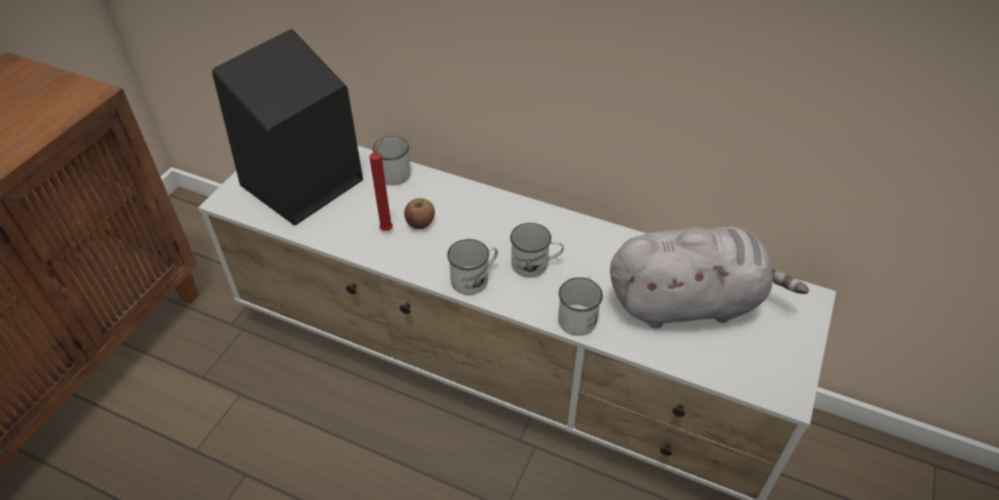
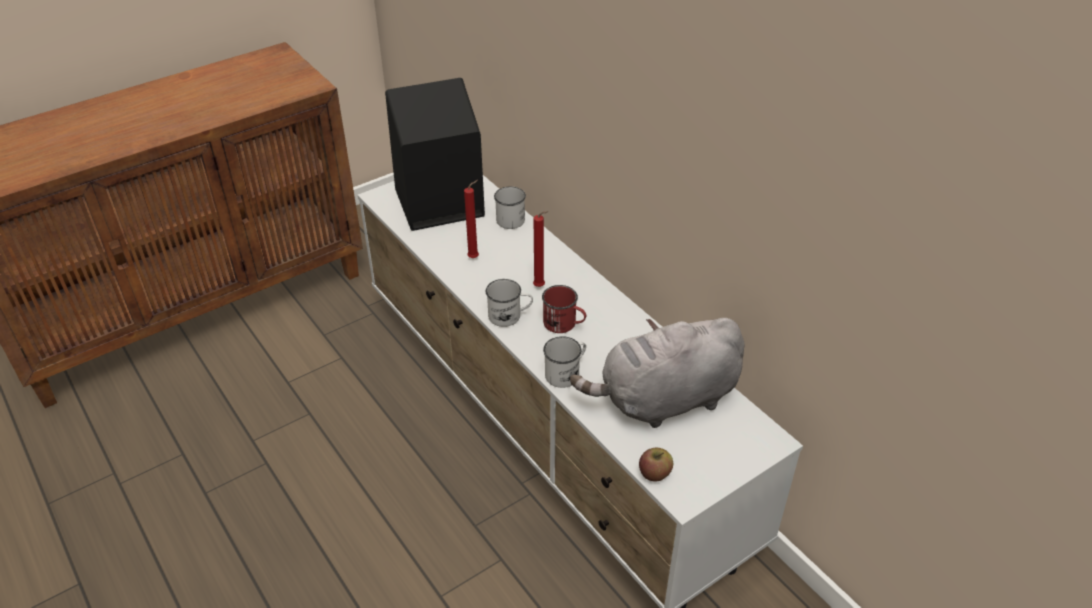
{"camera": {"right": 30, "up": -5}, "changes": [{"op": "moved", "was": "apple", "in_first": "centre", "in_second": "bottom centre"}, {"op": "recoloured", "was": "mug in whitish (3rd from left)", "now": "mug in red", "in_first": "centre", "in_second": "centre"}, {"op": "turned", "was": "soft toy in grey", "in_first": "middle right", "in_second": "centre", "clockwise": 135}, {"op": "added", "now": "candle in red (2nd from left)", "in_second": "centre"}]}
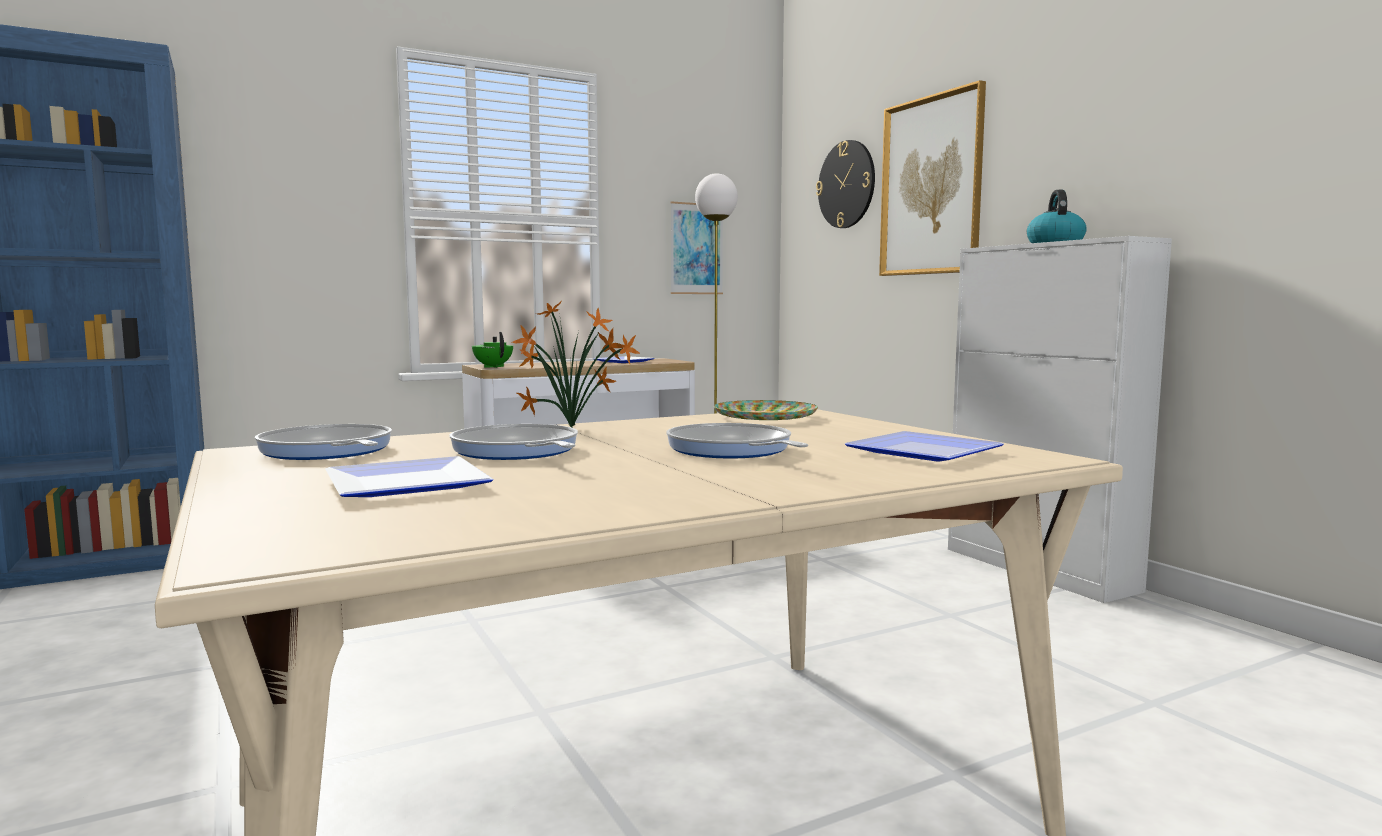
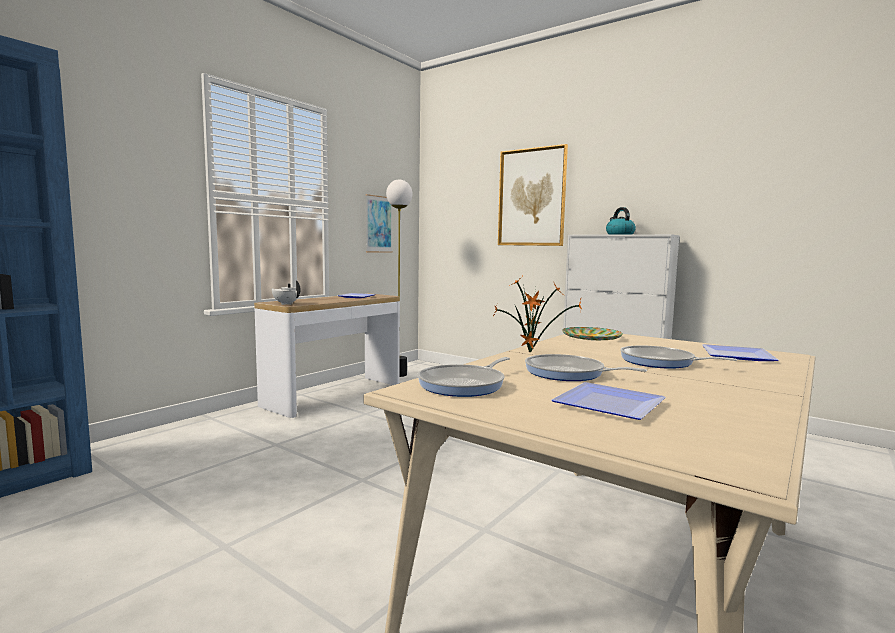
{"camera": {"right": -25, "up": 0}, "changes": [{"op": "turned", "was": "frying pan (1st from left)", "in_first": "middle left", "in_second": "centre", "clockwise": -75}, {"op": "recoloured", "was": "teapot in green", "now": "teapot in whitish", "in_first": "centre", "in_second": "middle left"}, {"op": "removed", "was": "clock on the wall", "in_first": "top centre"}]}
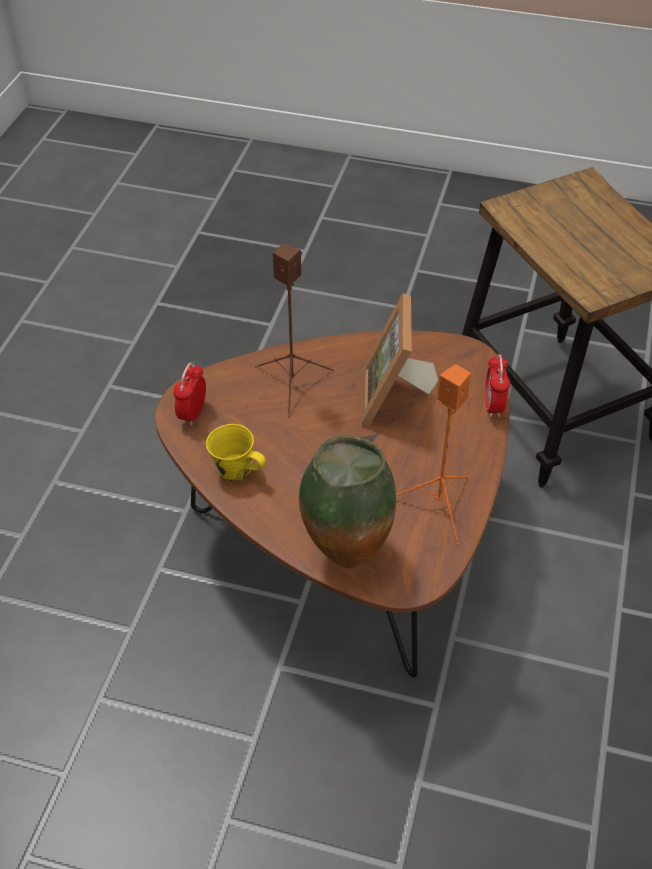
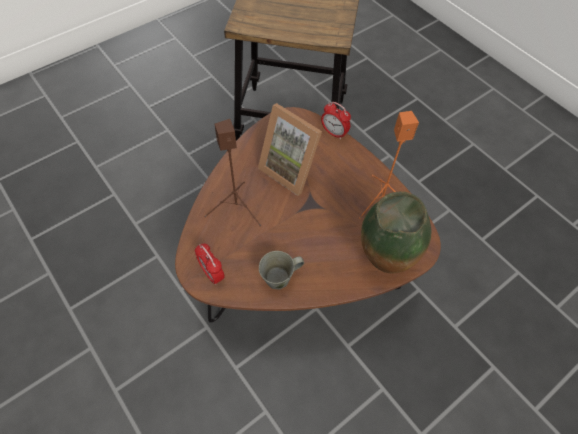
{"camera": {"right": -55, "up": 10}, "changes": [{"op": "recoloured", "was": "mug in yellow-coloured", "now": "mug in grey", "in_first": "centre", "in_second": "centre"}]}
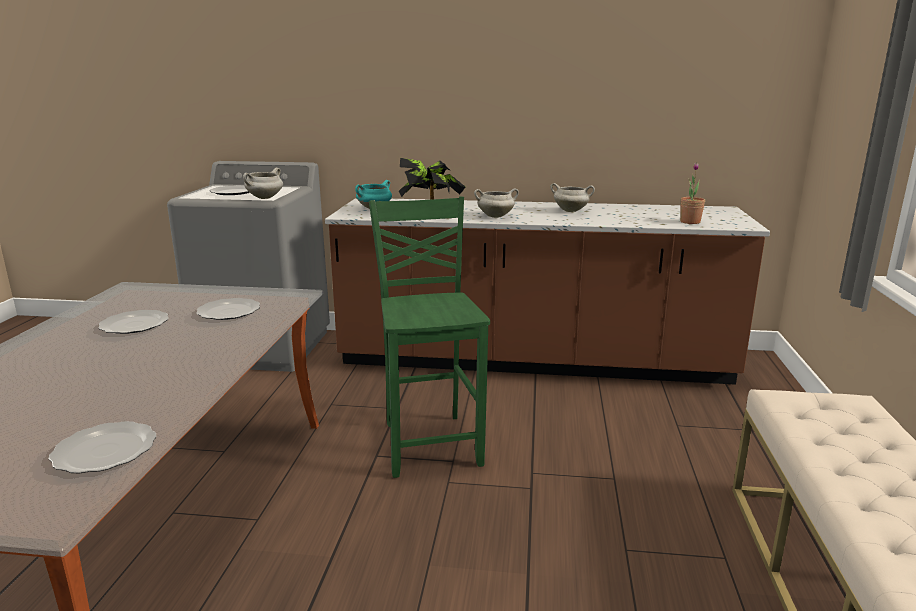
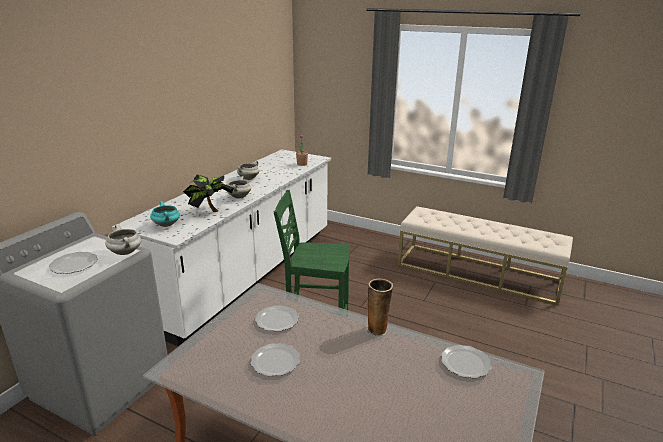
{"camera": {"right": -70, "up": 5}, "changes": [{"op": "recoloured", "was": "kitchen counter in brown", "now": "kitchen counter in whitish", "in_first": "centre", "in_second": "centre"}, {"op": "added", "now": "flower vase", "in_second": "bottom centre"}]}
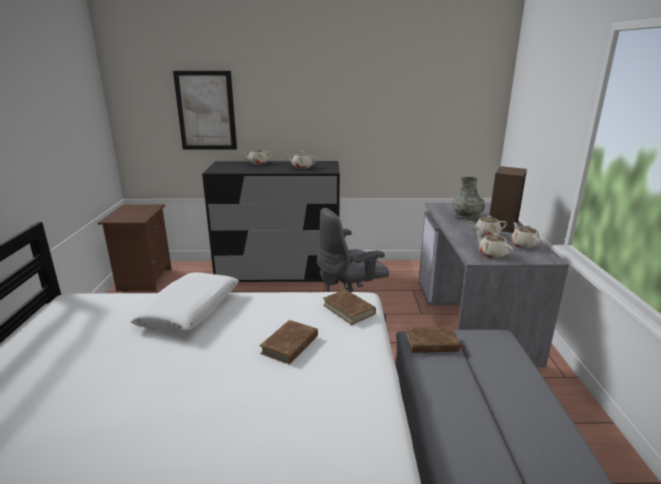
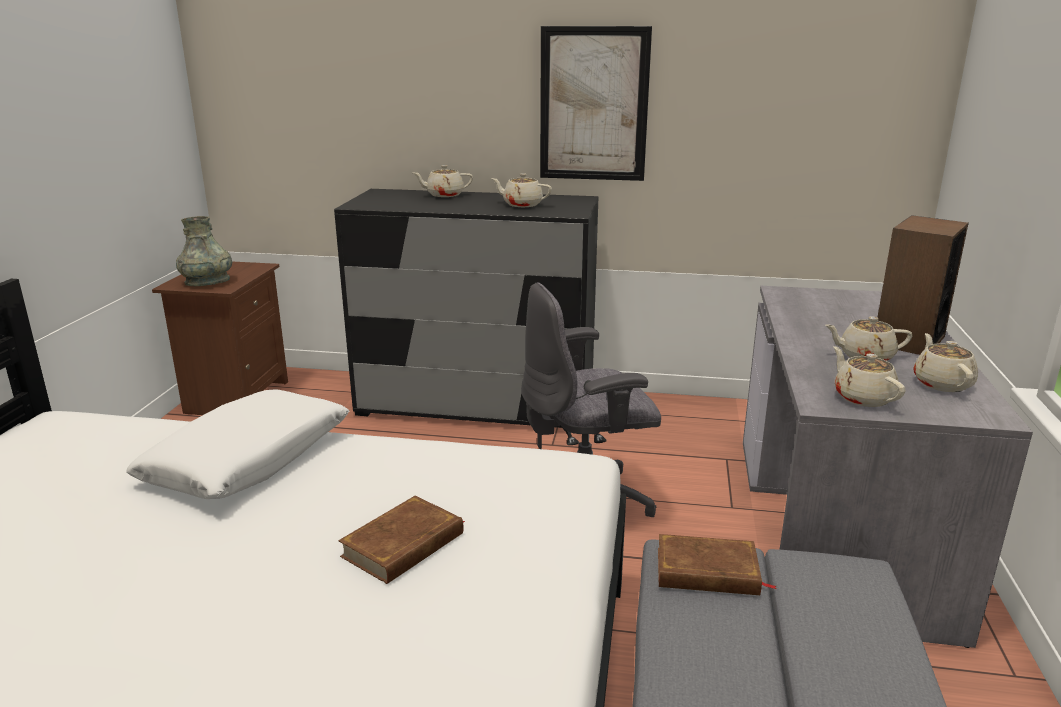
{"camera": {"right": 10, "up": 0}, "changes": [{"op": "moved", "was": "picture", "in_first": "top left", "in_second": "top centre"}, {"op": "removed", "was": "volume in brown (2nd from left)", "in_first": "centre"}, {"op": "moved", "was": "flower vase in grey", "in_first": "middle right", "in_second": "middle left"}]}
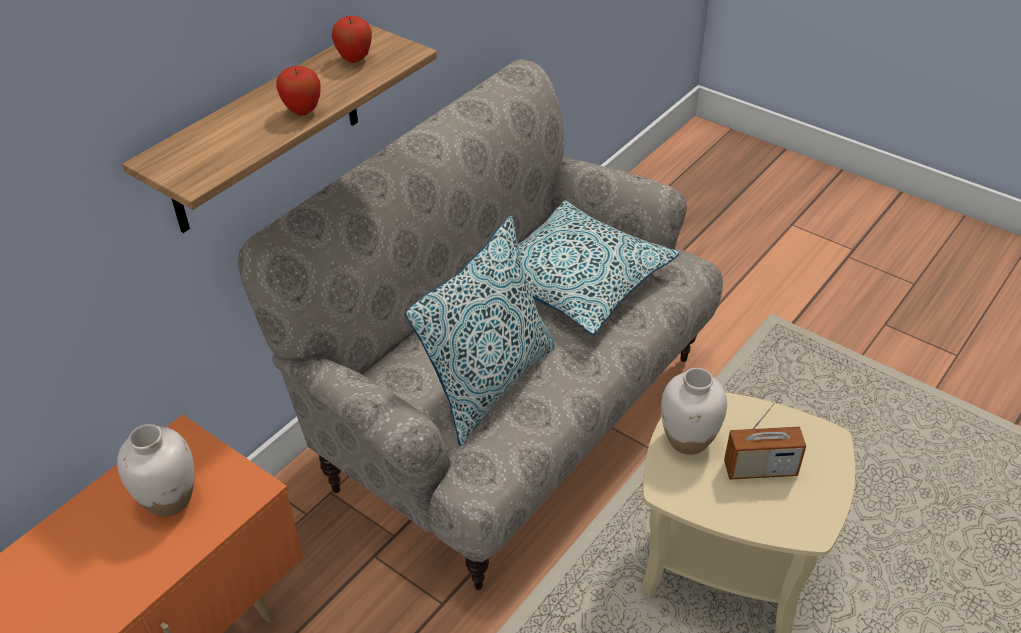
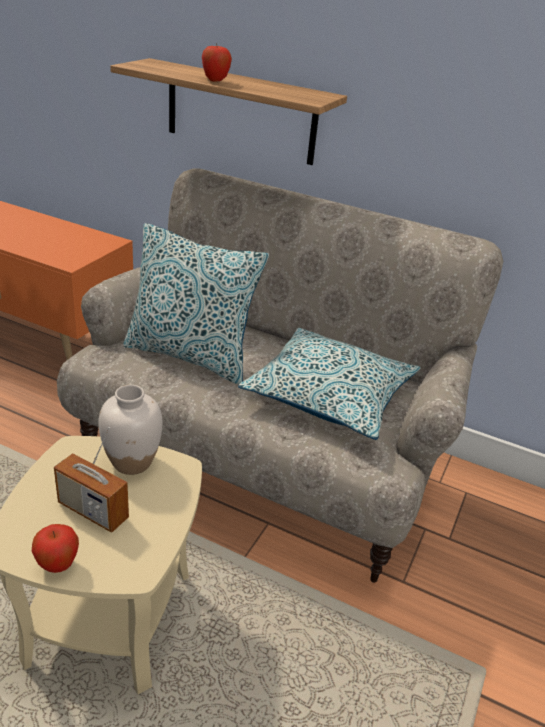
{"camera": {"right": 75, "up": -10}, "changes": [{"op": "removed", "was": "flower vase in whitish (1st from left)", "in_first": "bottom left"}, {"op": "moved", "was": "apple (2nd from left in the first image)", "now": "apple (1st from left)", "in_first": "top centre", "in_second": "bottom left"}, {"op": "turned", "was": "radio set", "in_first": "bottom right", "in_second": "middle left", "clockwise": -45}]}
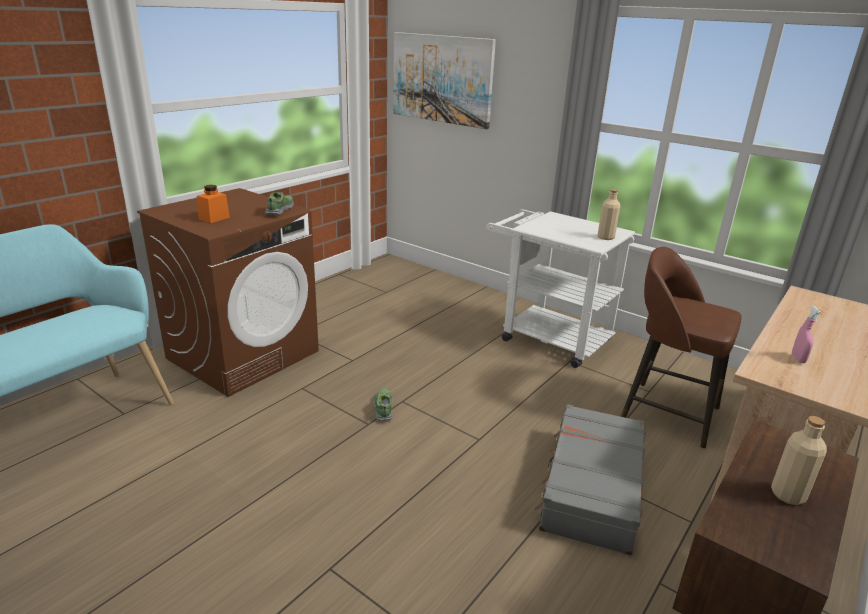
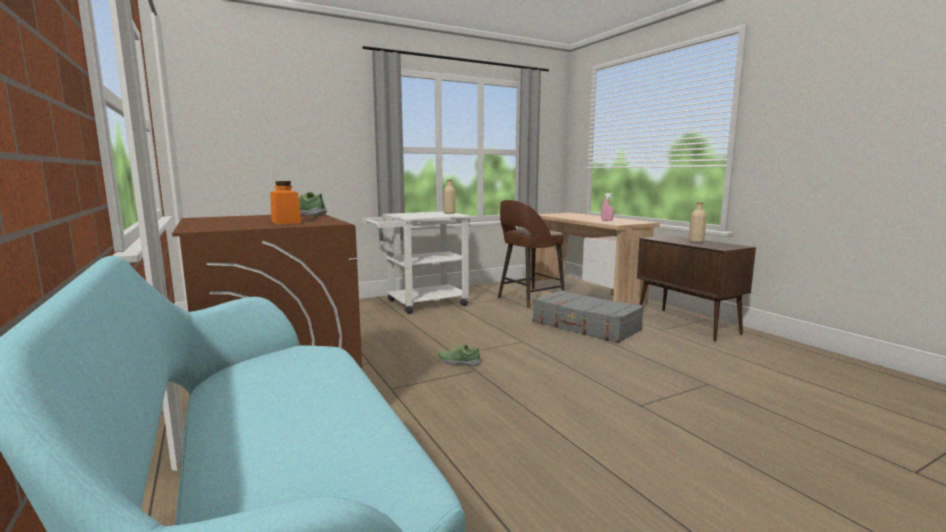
{"camera": {"right": -65, "up": -15}, "changes": [{"op": "removed", "was": "picture", "in_first": "top centre"}]}
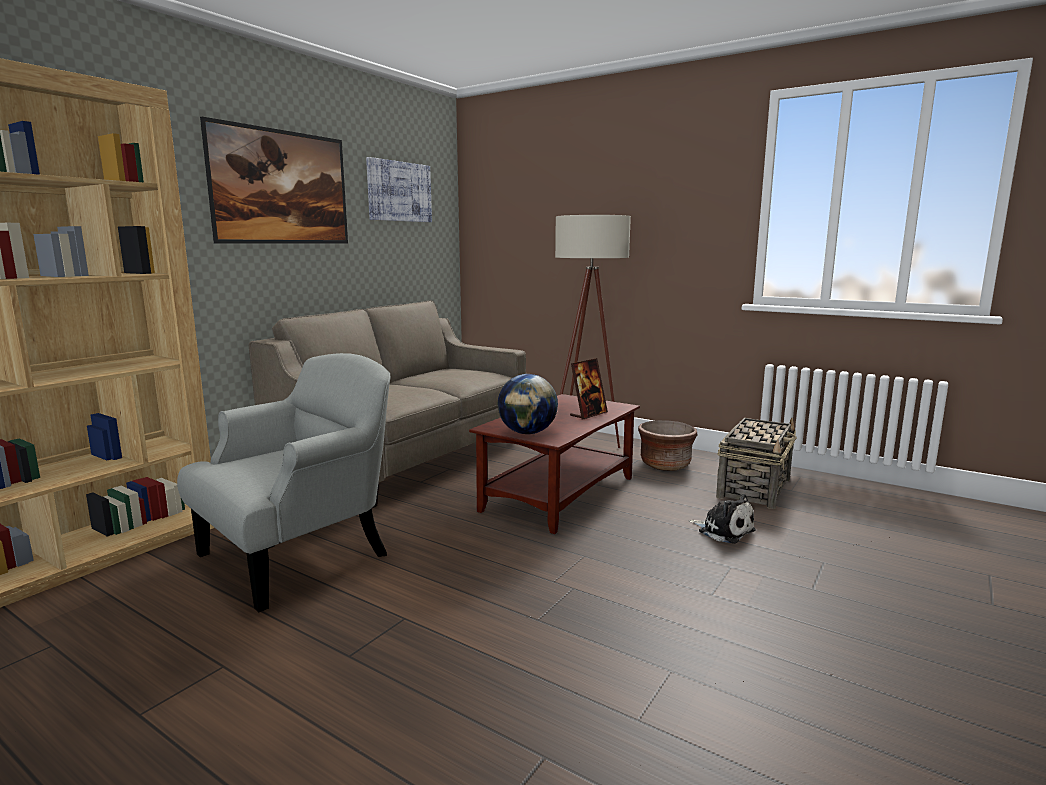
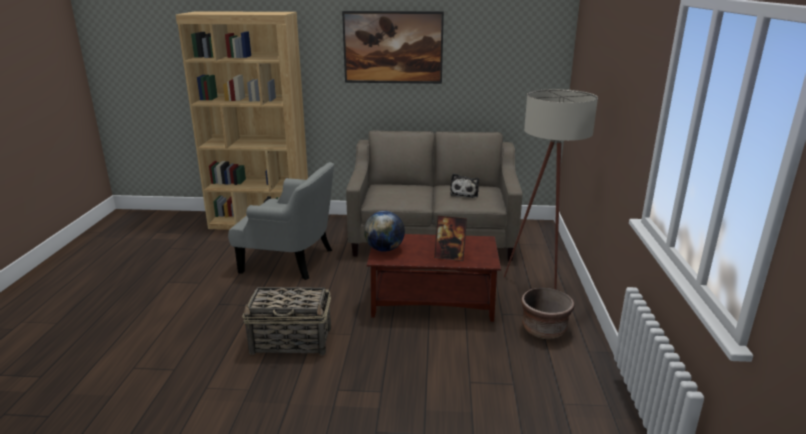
{"camera": {"right": 60, "up": 10}, "changes": [{"op": "removed", "was": "picture (2nd from left)", "in_first": "top centre"}, {"op": "moved", "was": "soft toy", "in_first": "middle right", "in_second": "centre"}, {"op": "moved", "was": "storage basket", "in_first": "middle right", "in_second": "bottom centre"}]}
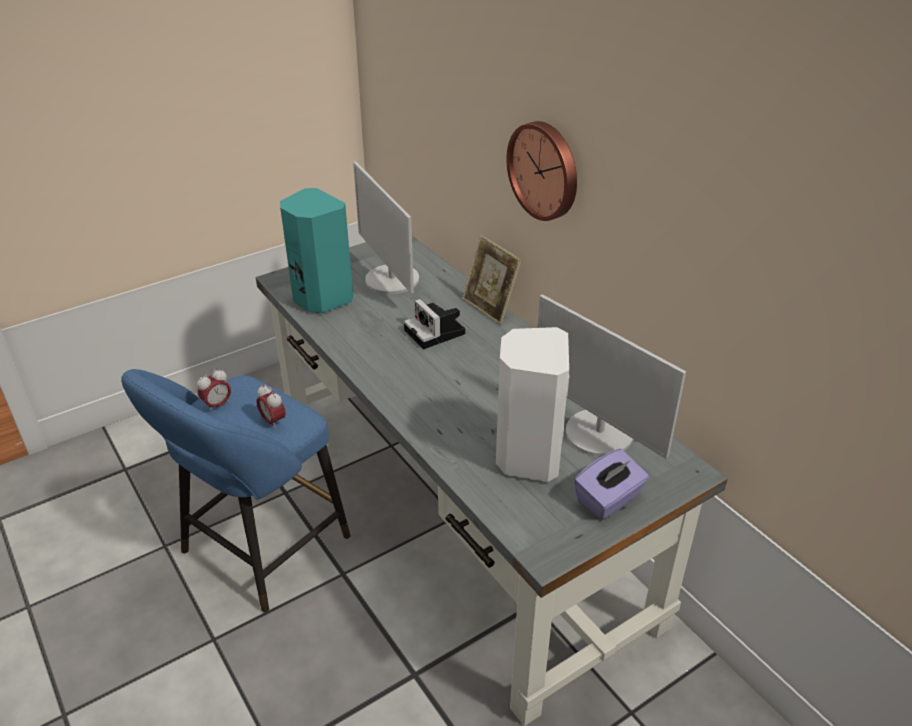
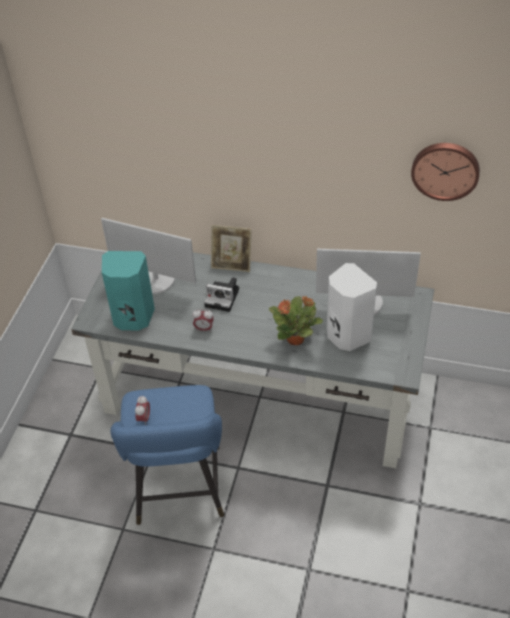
{"camera": {"right": -40, "up": 10}, "changes": [{"op": "moved", "was": "table clock (2nd from left)", "in_first": "middle left", "in_second": "centre"}, {"op": "moved", "was": "clock on the wall", "in_first": "top centre", "in_second": "top right"}, {"op": "removed", "was": "tissue box in purple", "in_first": "bottom right"}, {"op": "added", "now": "plant in a pot", "in_second": "centre"}]}
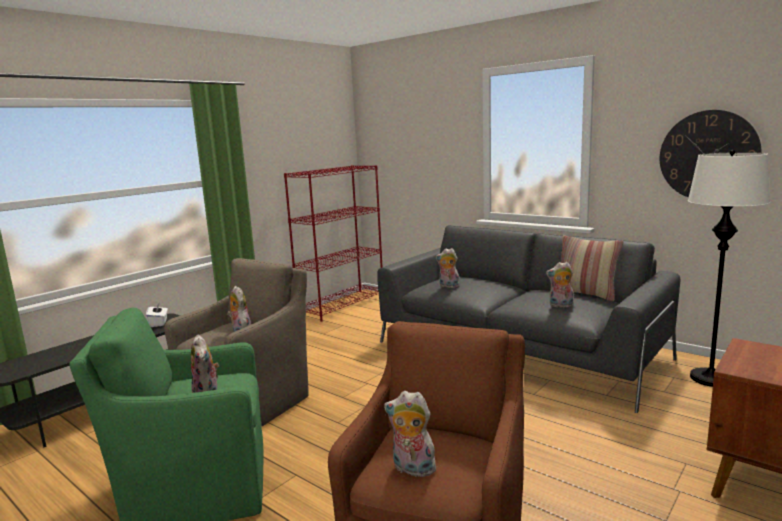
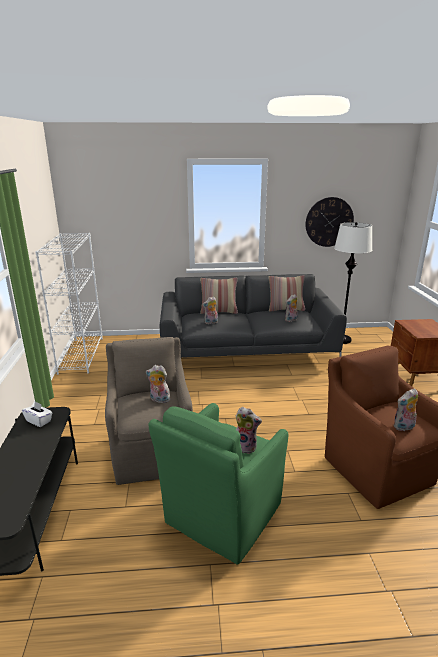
{"camera": {"right": -45, "up": 10}, "changes": [{"op": "recoloured", "was": "bookcase in red", "now": "bookcase in whitish", "in_first": "centre", "in_second": "middle left"}, {"op": "added", "now": "throw pillow (1st from left)", "in_second": "centre"}]}
